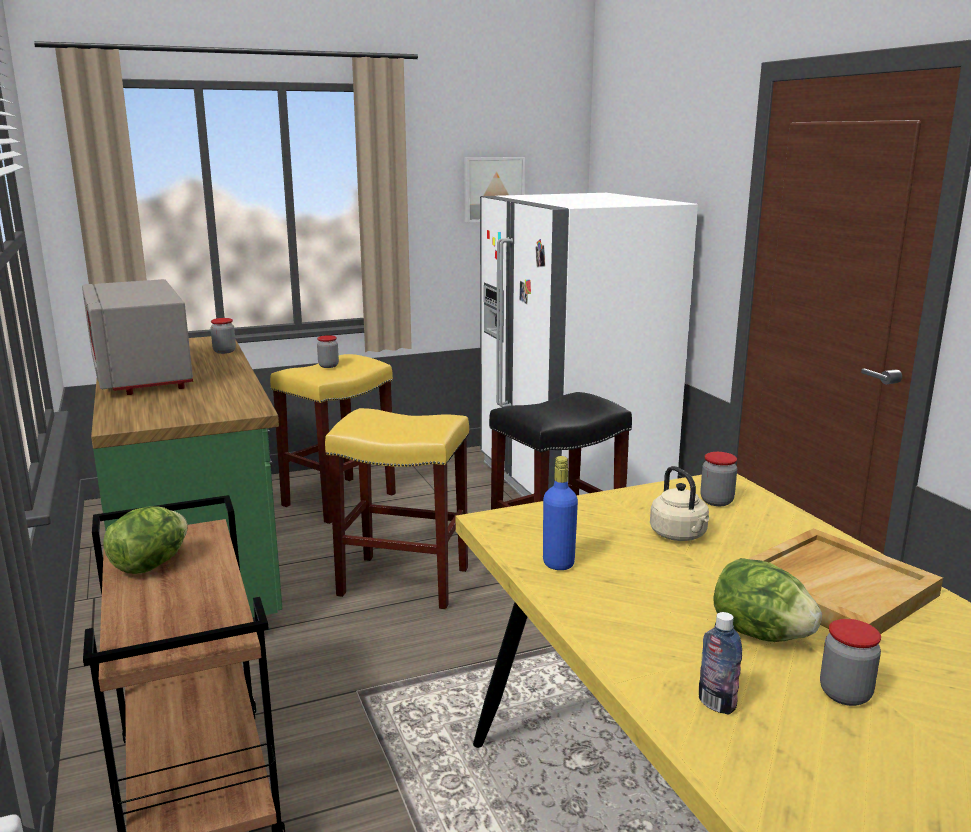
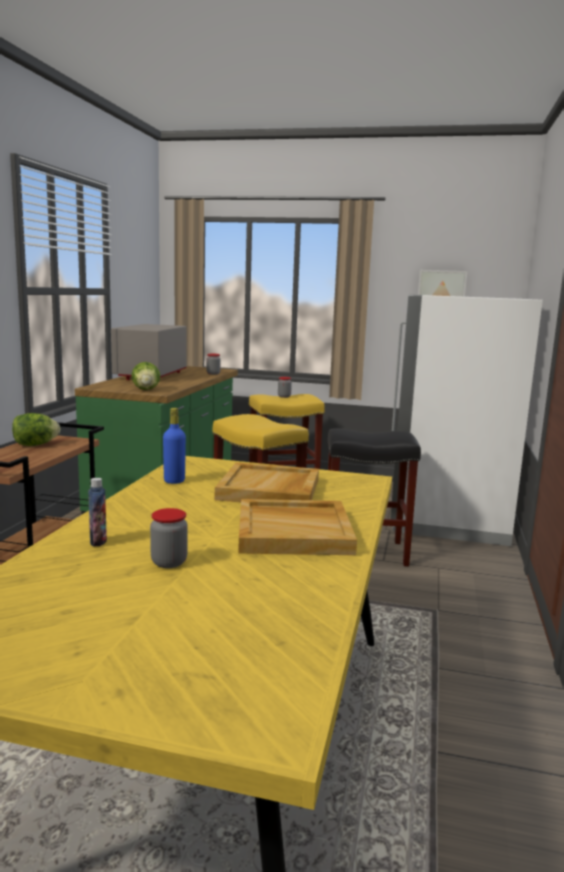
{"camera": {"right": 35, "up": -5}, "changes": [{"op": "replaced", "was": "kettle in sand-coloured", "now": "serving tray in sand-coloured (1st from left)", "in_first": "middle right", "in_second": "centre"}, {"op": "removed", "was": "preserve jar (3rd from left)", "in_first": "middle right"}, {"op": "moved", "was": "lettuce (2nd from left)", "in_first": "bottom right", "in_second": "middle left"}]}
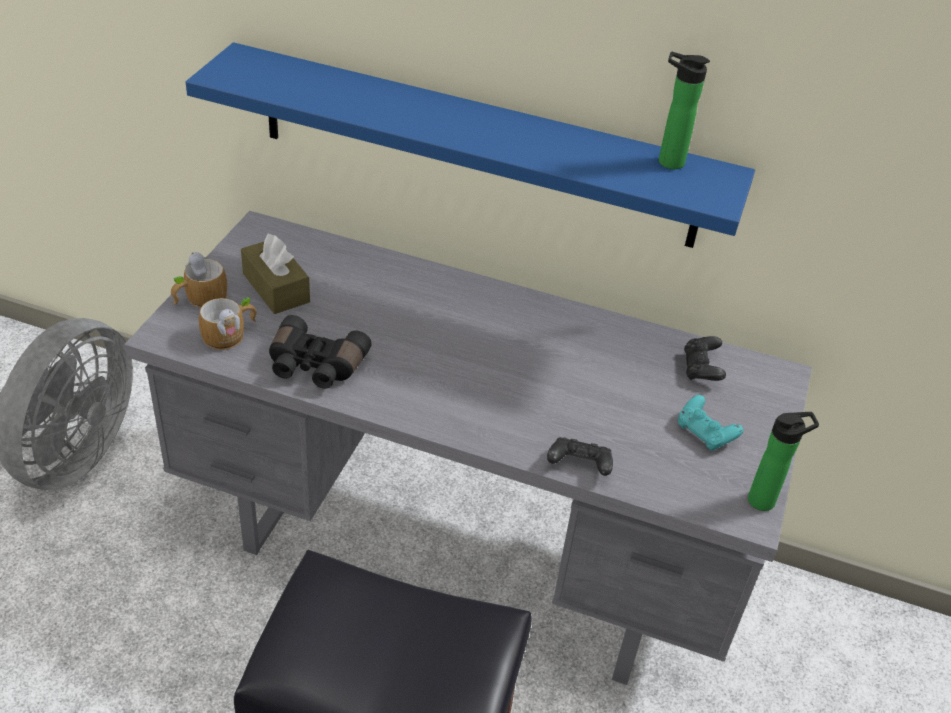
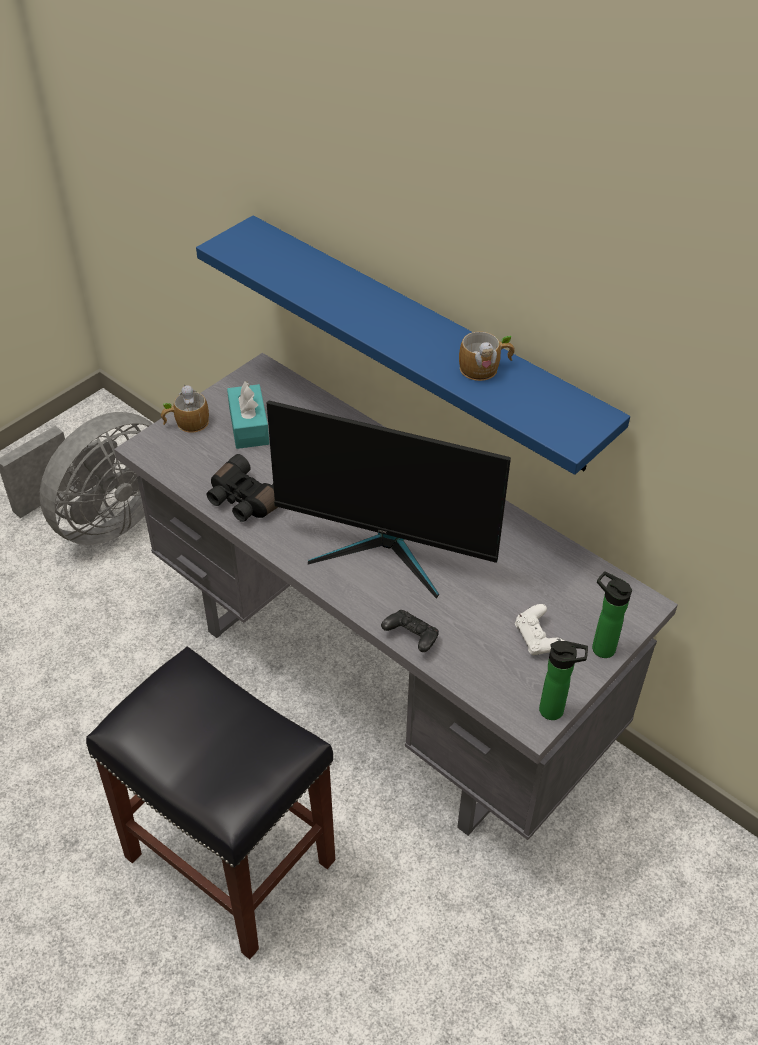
{"camera": {"right": 25, "up": 5}, "changes": [{"op": "moved", "was": "mug (2nd from left)", "in_first": "middle left", "in_second": "centre"}, {"op": "recoloured", "was": "tissue box in brown", "now": "tissue box in turquoise-coloured", "in_first": "middle left", "in_second": "middle left"}, {"op": "moved", "was": "drink bottle (1st from left in the first image)", "now": "drink bottle (2nd from left)", "in_first": "top right", "in_second": "middle right"}, {"op": "recoloured", "was": "joypad in turquoise-coloured", "now": "joypad in whitish", "in_first": "middle right", "in_second": "middle right"}, {"op": "removed", "was": "joypad in black-coloured (2nd from left)", "in_first": "middle right"}, {"op": "added", "now": "monitor", "in_second": "centre"}]}
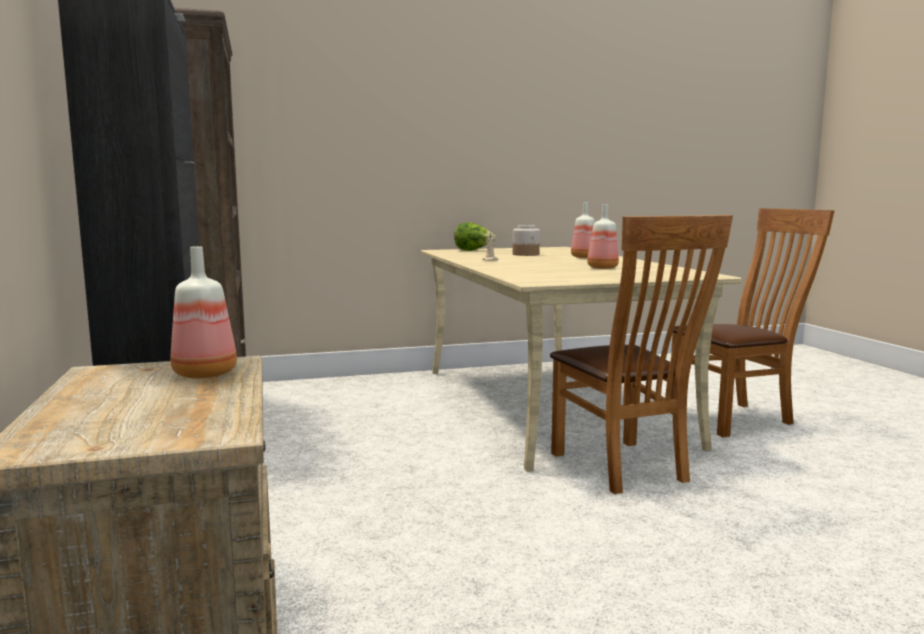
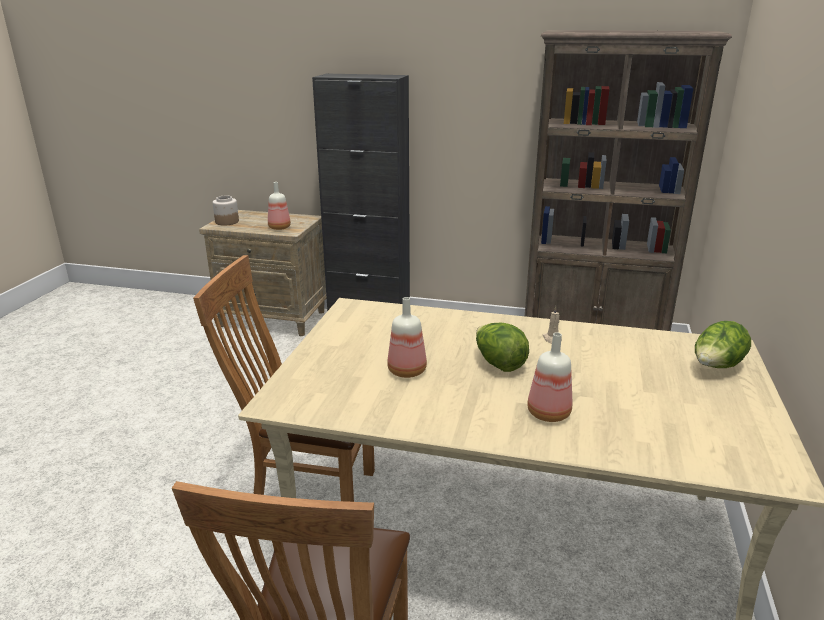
{"camera": {"right": 120, "up": 15}, "changes": [{"op": "moved", "was": "preserve jar", "in_first": "centre", "in_second": "middle left"}, {"op": "added", "now": "lettuce (1st from left)", "in_second": "centre"}]}
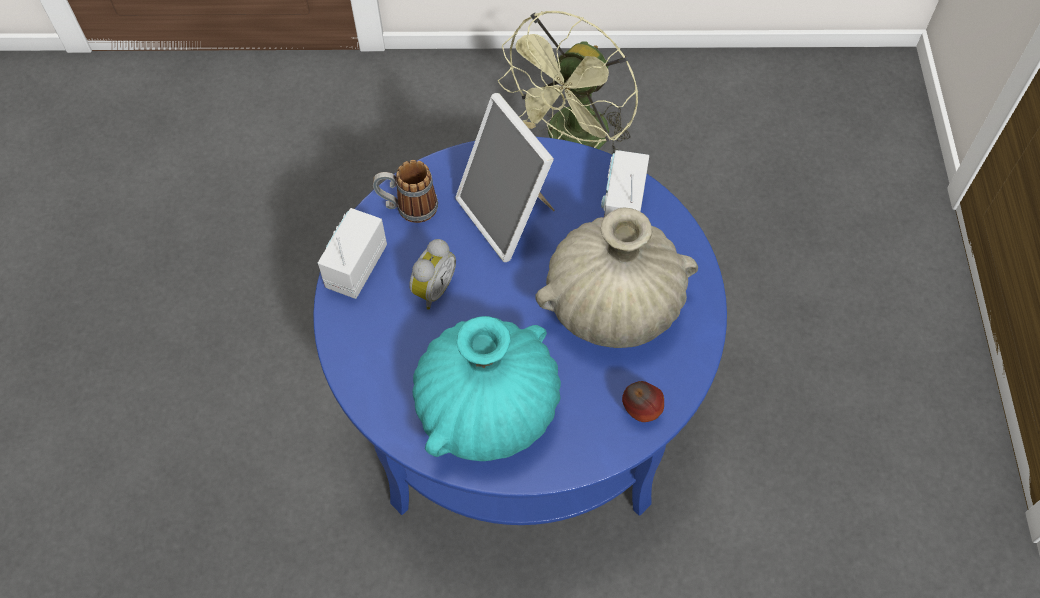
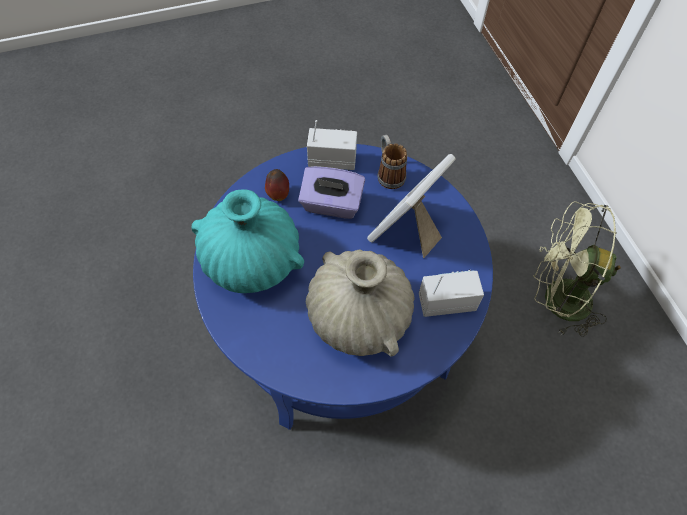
{"camera": {"right": 70, "up": 0}, "changes": [{"op": "replaced", "was": "table clock", "now": "tissue box in purple", "in_first": "centre", "in_second": "centre"}, {"op": "moved", "was": "apple", "in_first": "bottom centre", "in_second": "centre"}]}
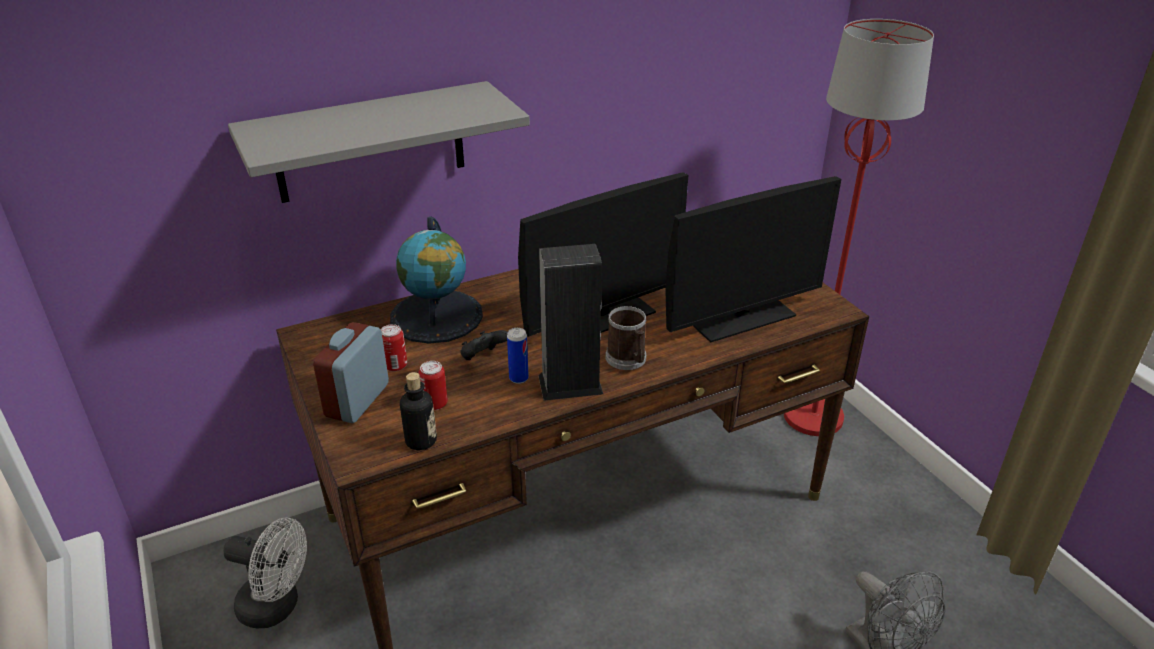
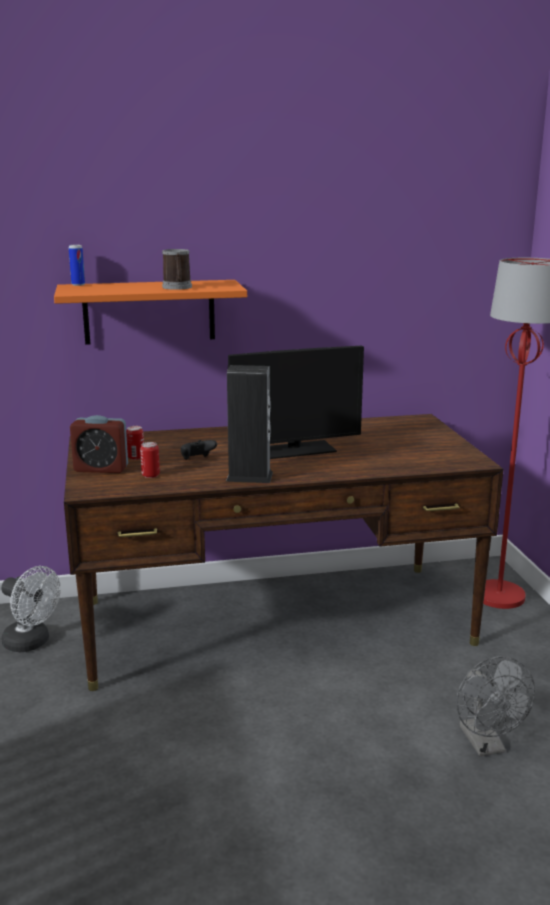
{"camera": {"right": 15, "up": -15}, "changes": [{"op": "recoloured", "was": "bracket shelf in grey", "now": "bracket shelf in orange-coloured", "in_first": "top left", "in_second": "middle left"}, {"op": "turned", "was": "table clock", "in_first": "middle left", "in_second": "middle left", "clockwise": -120}, {"op": "removed", "was": "desk globe", "in_first": "centre"}, {"op": "removed", "was": "drink bottle", "in_first": "centre"}, {"op": "moved", "was": "metal can (3rd from left in the first image)", "now": "metal can (1st from left)", "in_first": "centre", "in_second": "top left"}, {"op": "moved", "was": "mug", "in_first": "centre", "in_second": "top left"}, {"op": "removed", "was": "monitor (2nd from left)", "in_first": "centre"}]}
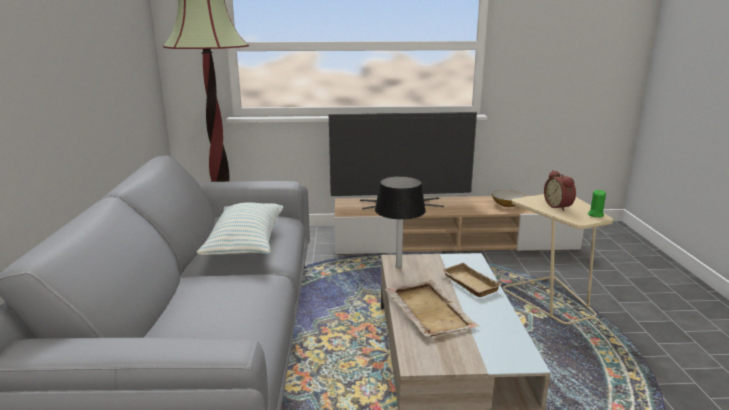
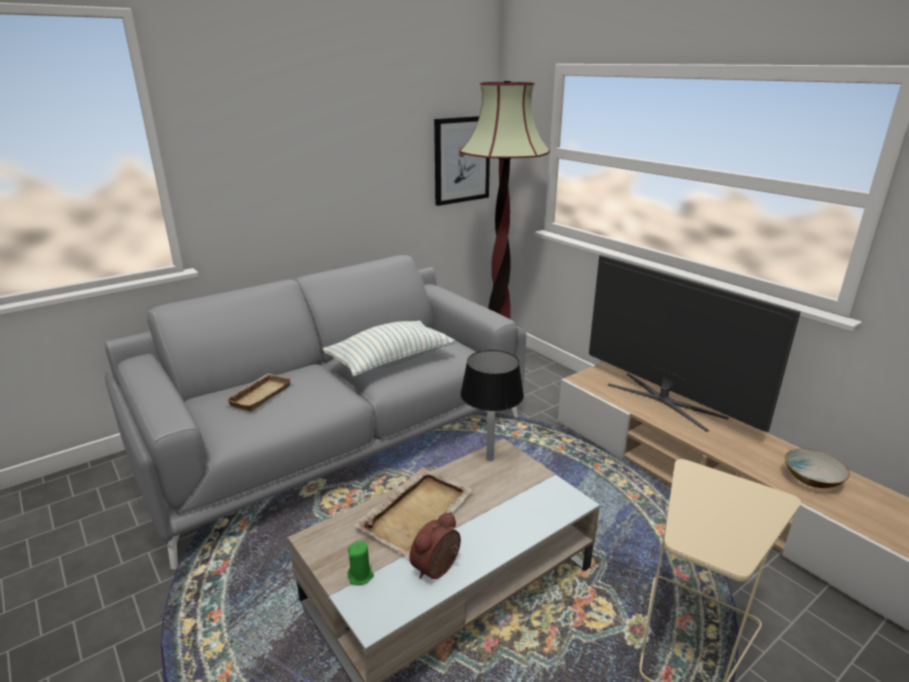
{"camera": {"right": 55, "up": 5}, "changes": [{"op": "moved", "was": "serving tray in sand-coloured (2nd from left in the first image)", "now": "serving tray in sand-coloured (1st from left)", "in_first": "bottom centre", "in_second": "middle left"}, {"op": "moved", "was": "table clock", "in_first": "middle right", "in_second": "bottom centre"}, {"op": "moved", "was": "candle in green", "in_first": "middle right", "in_second": "bottom centre"}, {"op": "added", "now": "picture", "in_second": "top centre"}]}
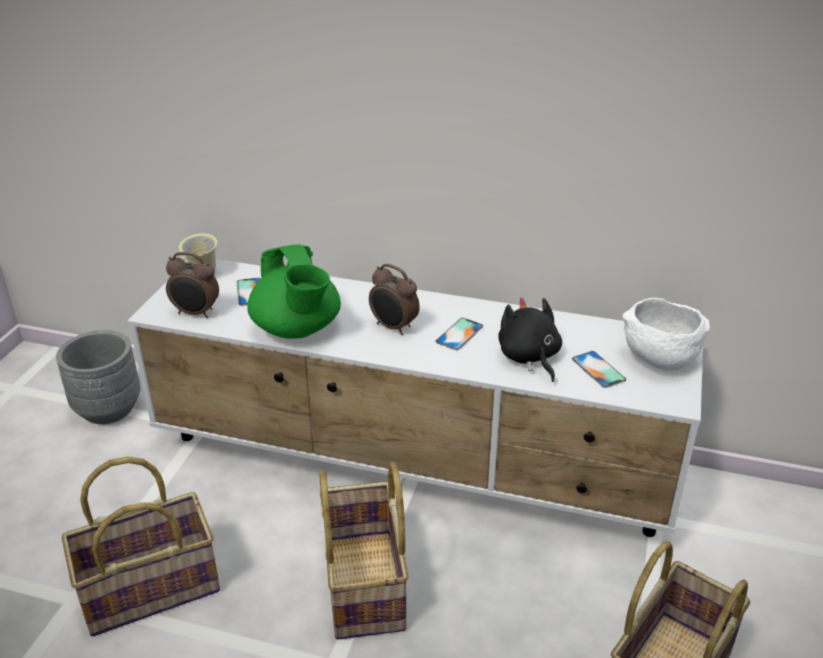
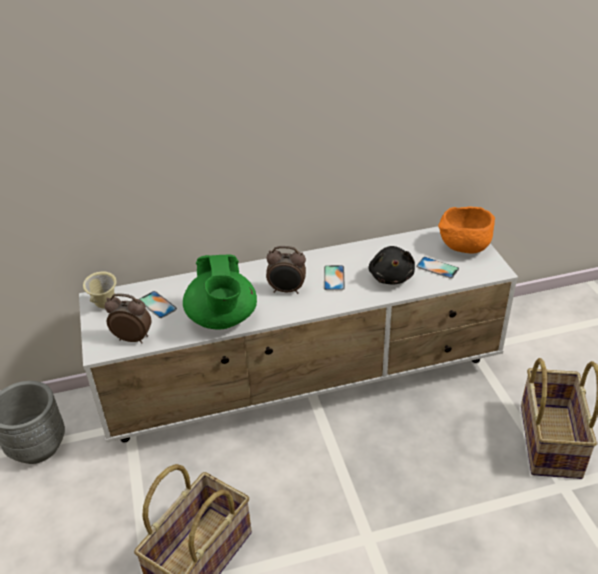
{"camera": {"right": -30, "up": 5}, "changes": [{"op": "turned", "was": "table clock (1st from left)", "in_first": "middle left", "in_second": "middle left", "clockwise": -150}, {"op": "turned", "was": "teapot in green", "in_first": "centre", "in_second": "centre", "clockwise": 45}, {"op": "removed", "was": "storage basket (2nd from left)", "in_first": "bottom centre"}, {"op": "turned", "was": "soft toy in black-coloured", "in_first": "centre", "in_second": "centre", "clockwise": -135}, {"op": "recoloured", "was": "deep dish in whitish", "now": "deep dish in orange-coloured", "in_first": "middle right", "in_second": "middle right"}]}
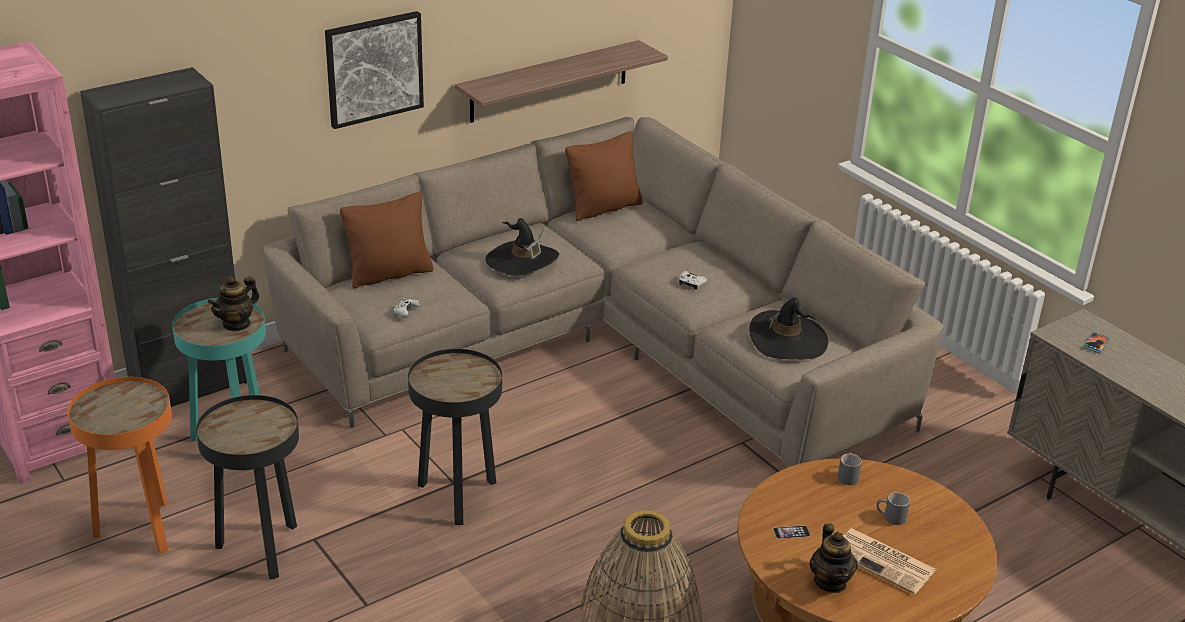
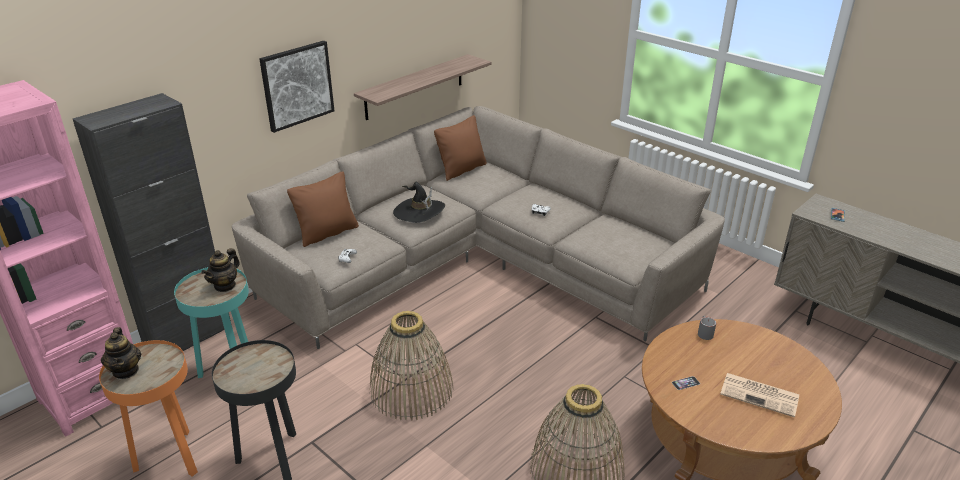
{"camera": {"right": -10, "up": 0}, "changes": [{"op": "replaced", "was": "end table in black-coloured (2nd from left)", "now": "storage basket (1st from left)", "in_first": "bottom centre", "in_second": "bottom centre"}, {"op": "removed", "was": "hat in black-coloured (2nd from left)", "in_first": "centre"}, {"op": "moved", "was": "teapot (2nd from left in the first image)", "now": "teapot (1st from left)", "in_first": "bottom right", "in_second": "bottom left"}, {"op": "removed", "was": "mug in grey (2nd from left)", "in_first": "bottom right"}]}
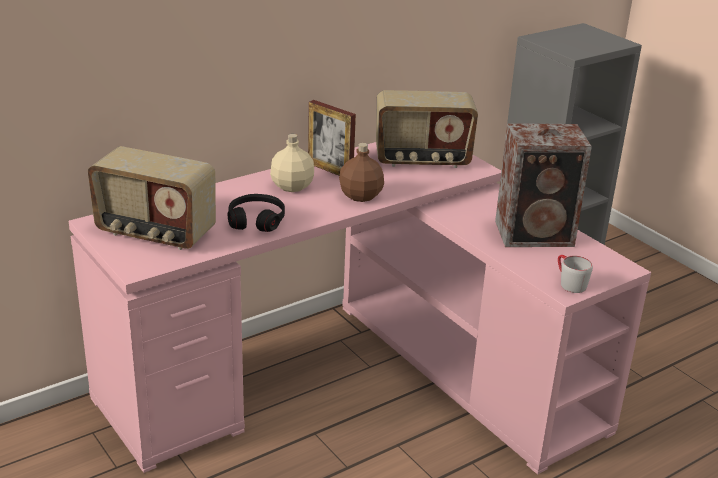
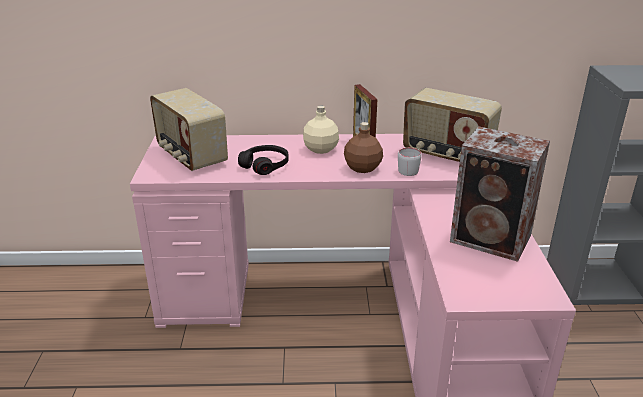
{"camera": {"right": 35, "up": 0}, "changes": [{"op": "moved", "was": "mug in grey", "in_first": "middle right", "in_second": "centre"}]}
